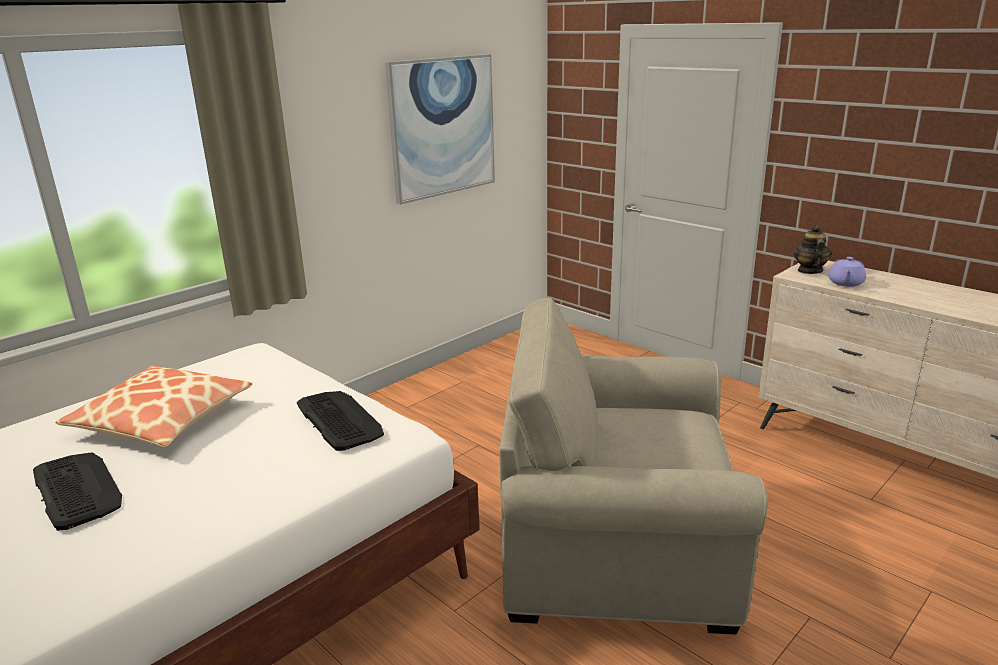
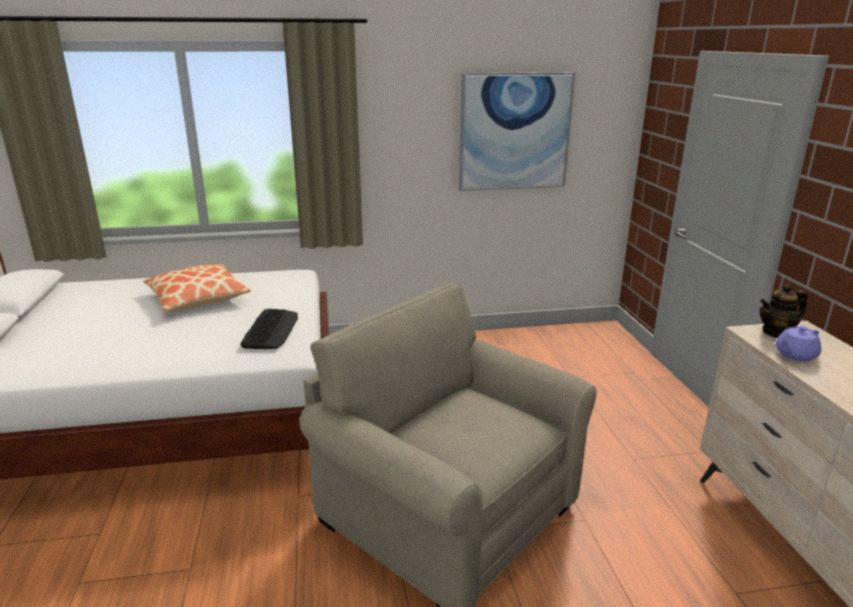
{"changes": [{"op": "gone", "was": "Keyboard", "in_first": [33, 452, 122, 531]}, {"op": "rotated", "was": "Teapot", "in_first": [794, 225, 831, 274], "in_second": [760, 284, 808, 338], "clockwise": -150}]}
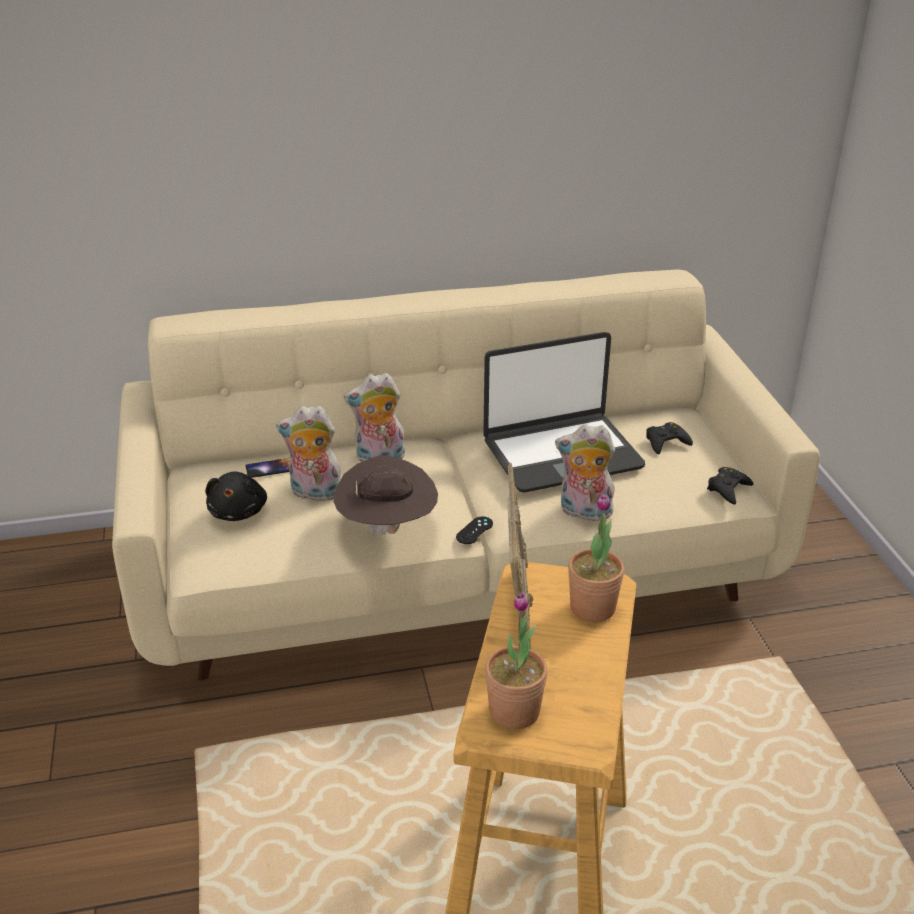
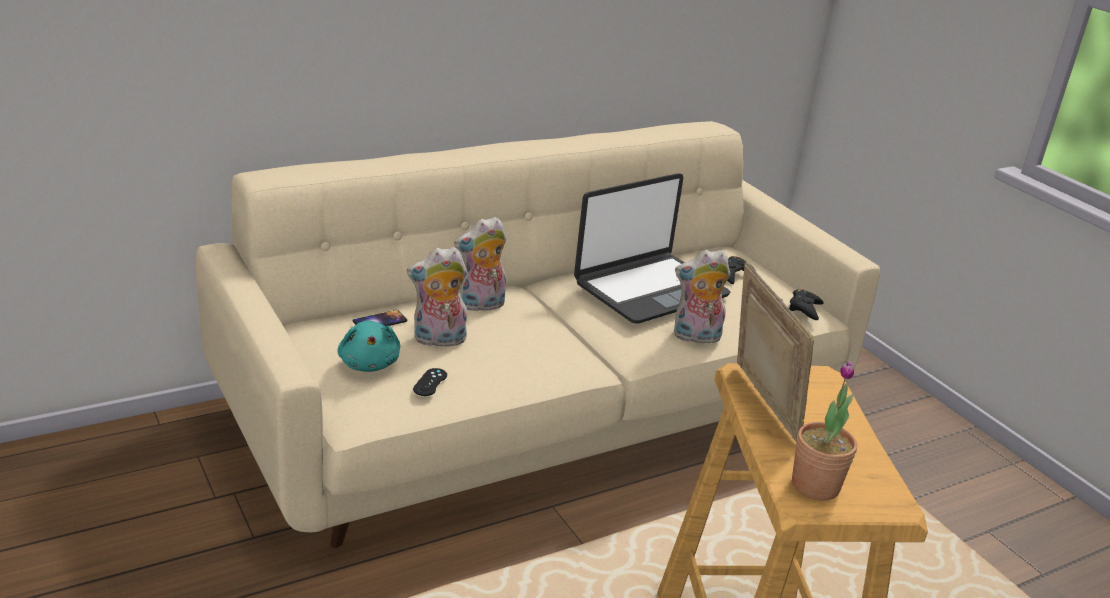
{"changes": [{"op": "gone", "was": "BrownHat", "in_first": [333, 455, 438, 535]}, {"op": "gone", "was": "PottedPlant", "in_first": [568, 494, 624, 622]}, {"op": "shifted", "was": "BlackGameController", "in_first": [456, 517, 493, 544], "in_second": [413, 368, 447, 396]}, {"op": "repainted", "was": "BlackPlushToy", "now": "TurquoisePlushToy", "in_first": [205, 471, 267, 521], "in_second": [337, 321, 400, 372]}]}
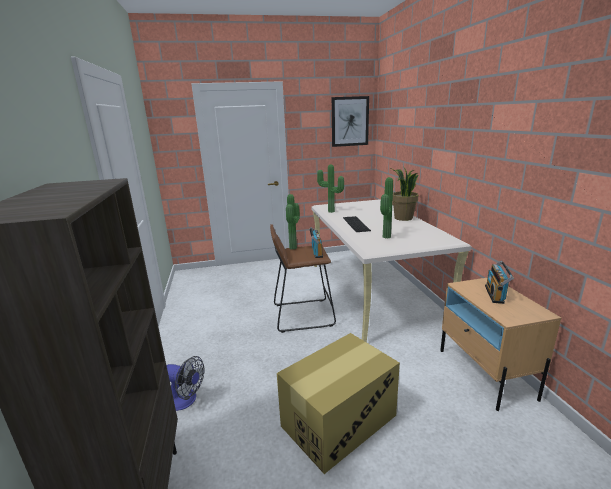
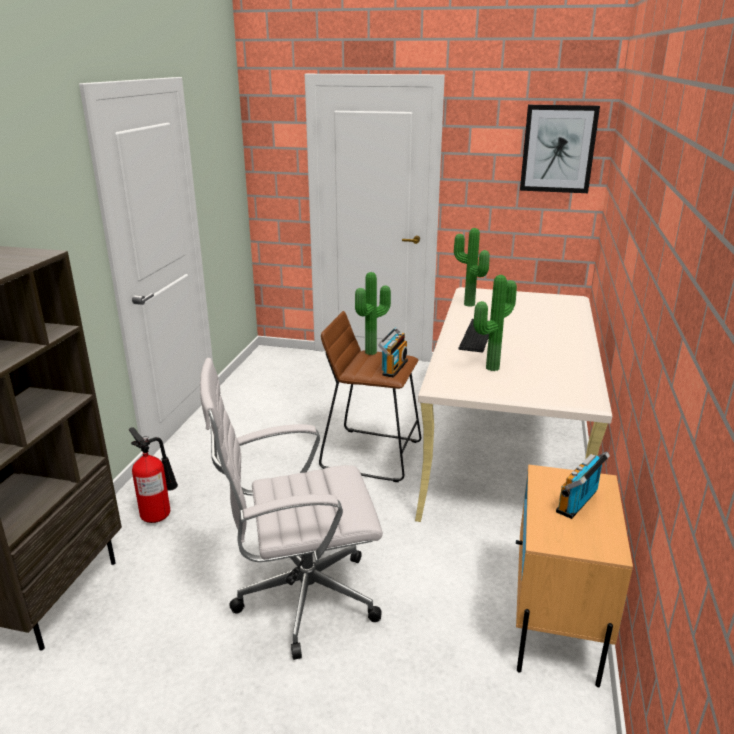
{"changes": [{"op": "gone", "was": "PottedPlant", "in_first": [391, 168, 418, 221]}, {"op": "swapped", "was": "Fan", "now": "FireExtinguisher", "in_first": [166, 356, 205, 411], "in_second": [129, 427, 178, 523]}, {"op": "swapped", "was": "CardboardBox", "now": "WhiteOfficeChair", "in_first": [277, 333, 400, 474], "in_second": [200, 358, 383, 660]}]}
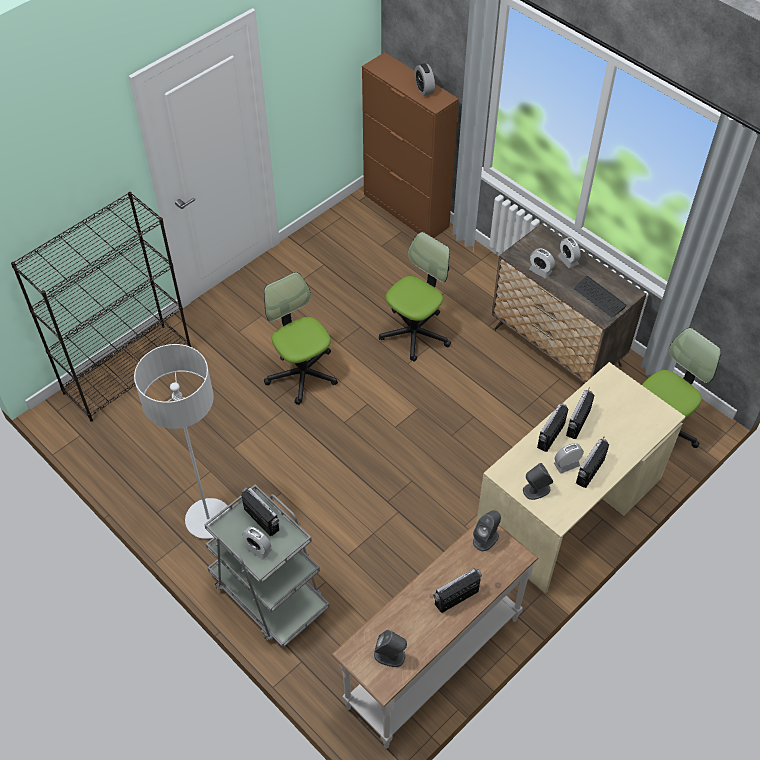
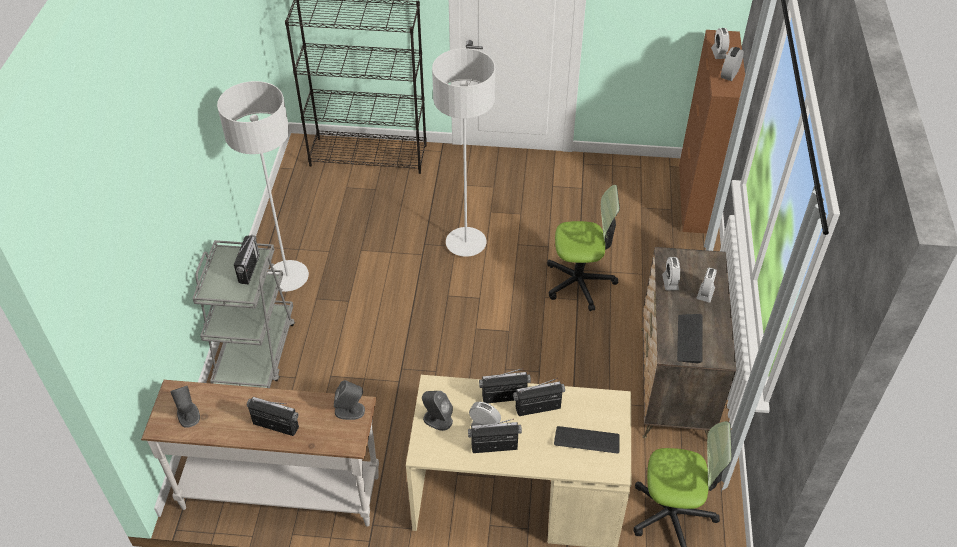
{"changes": [{"op": "new", "now": "Keyboard", "in_second": [554, 426, 620, 454]}, {"op": "shifted", "was": "AlarmClock", "in_first": [242, 526, 272, 560], "in_second": [711, 28, 729, 59]}, {"op": "swapped", "was": "OfficeChair", "now": "GreyFloorLamp", "in_first": [264, 272, 338, 405], "in_second": [432, 48, 495, 257]}]}
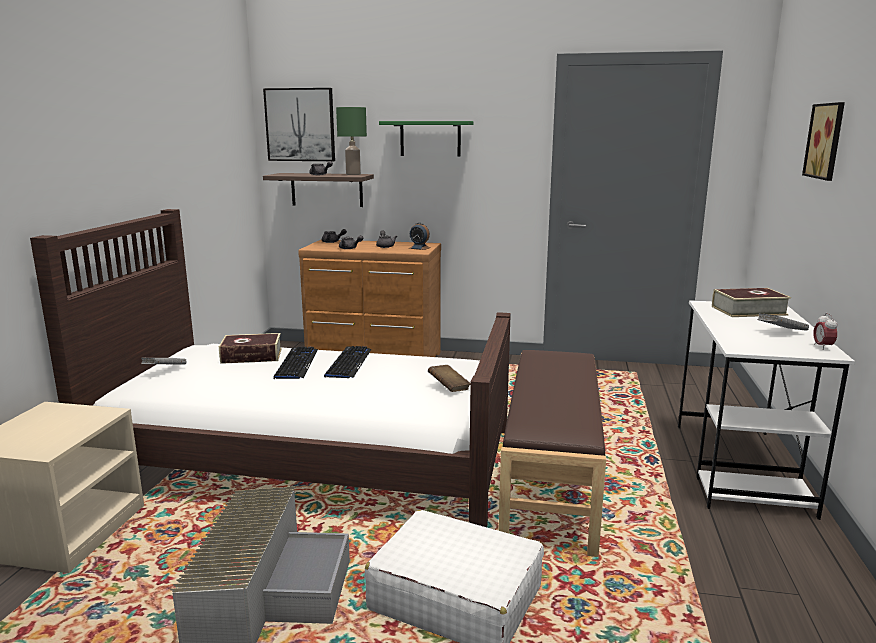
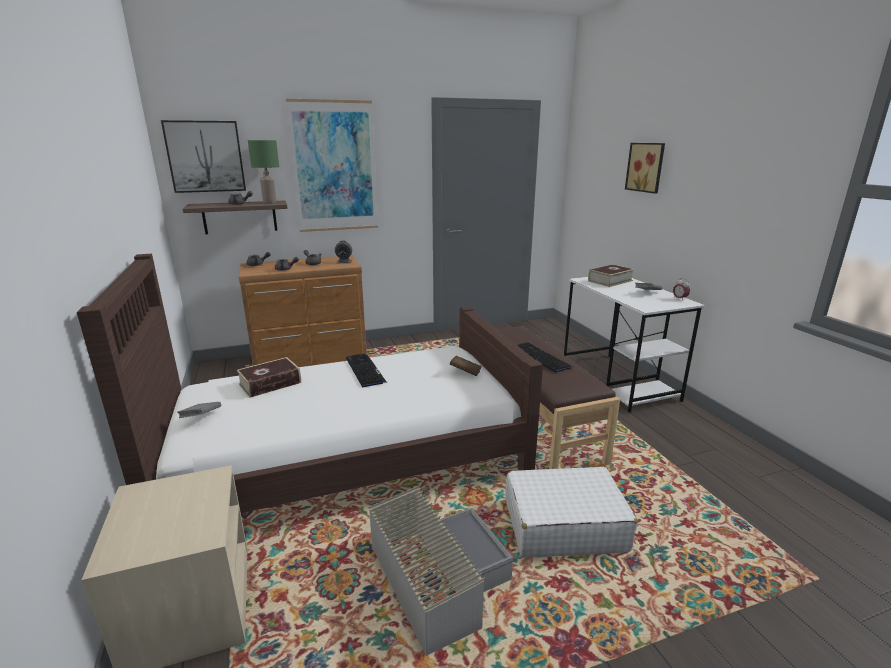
{"changes": [{"op": "shifted", "was": "Keyboard", "in_first": [273, 347, 318, 379], "in_second": [517, 342, 573, 373]}, {"op": "swapped", "was": "GreenShelf", "now": "Picture", "in_first": [379, 121, 474, 157], "in_second": [286, 99, 378, 232]}]}
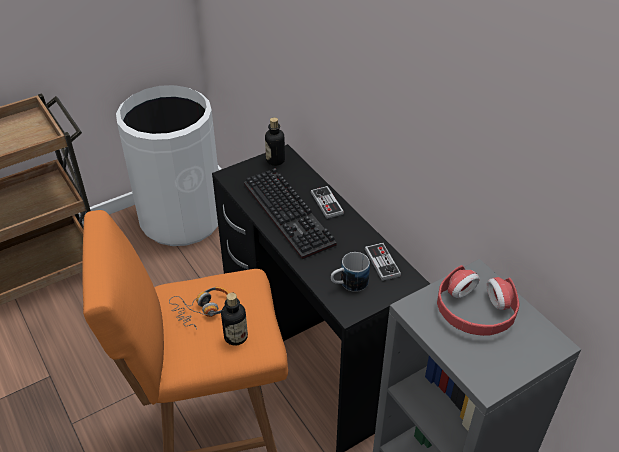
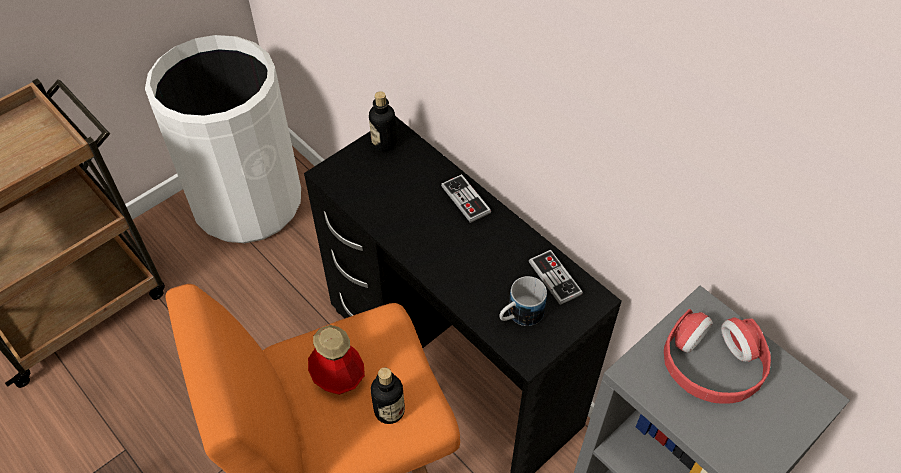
{"changes": [{"op": "gone", "was": "Keyboard", "in_first": [244, 168, 337, 259]}, {"op": "swapped", "was": "Headphones", "now": "Bottle", "in_first": [169, 287, 230, 329], "in_second": [308, 325, 365, 395]}]}
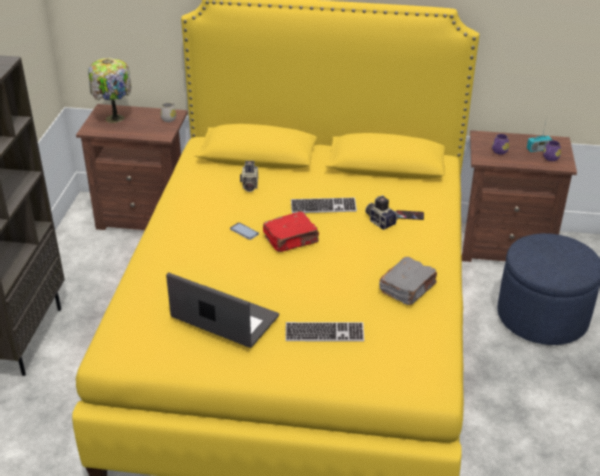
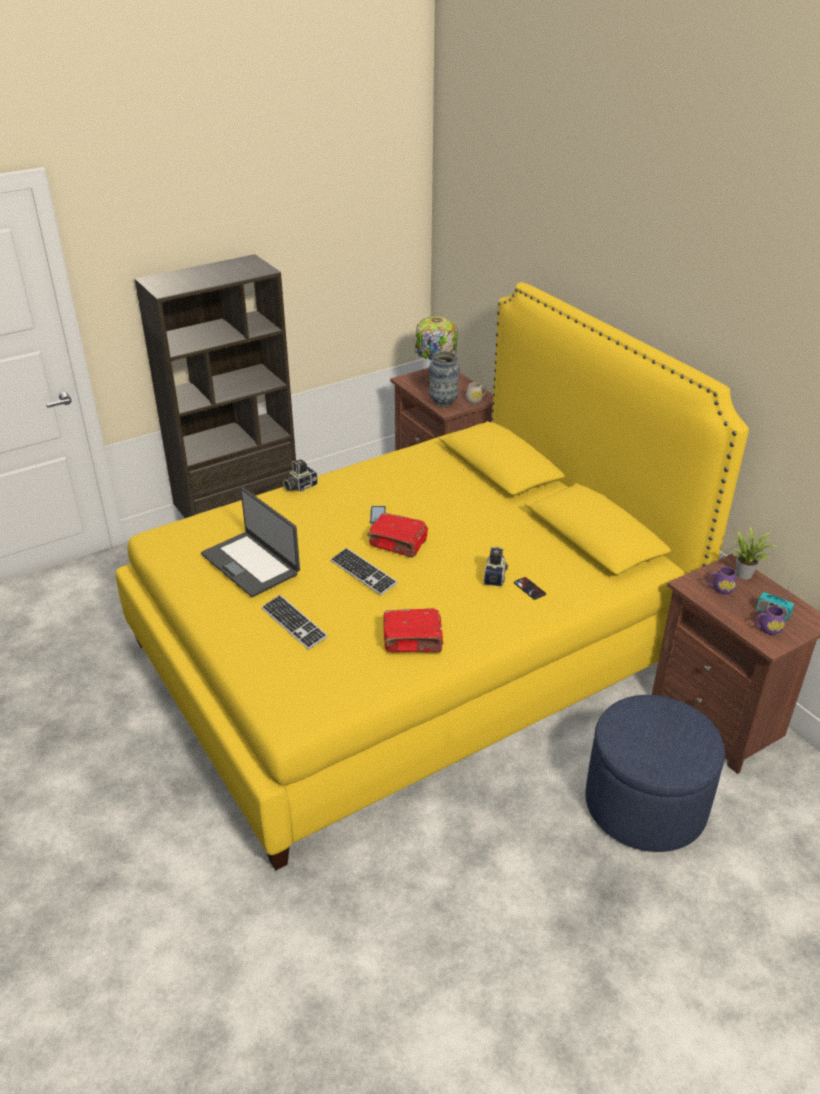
{"changes": [{"op": "new", "now": "Vase", "in_second": [429, 351, 460, 407]}, {"op": "new", "now": "PottedPlant", "in_second": [732, 527, 778, 579]}, {"op": "shifted", "was": "PhotoCamera", "in_first": [240, 161, 258, 192], "in_second": [283, 459, 318, 492]}, {"op": "shifted", "was": "Keyboard", "in_first": [291, 197, 357, 213], "in_second": [330, 548, 398, 595]}, {"op": "repainted", "was": "GreyBook", "now": "RedBook", "in_first": [379, 257, 437, 305], "in_second": [383, 608, 443, 653]}, {"op": "rotated", "was": "Laptop", "in_first": [166, 273, 279, 348], "in_second": [201, 487, 300, 597], "clockwise": 150}]}
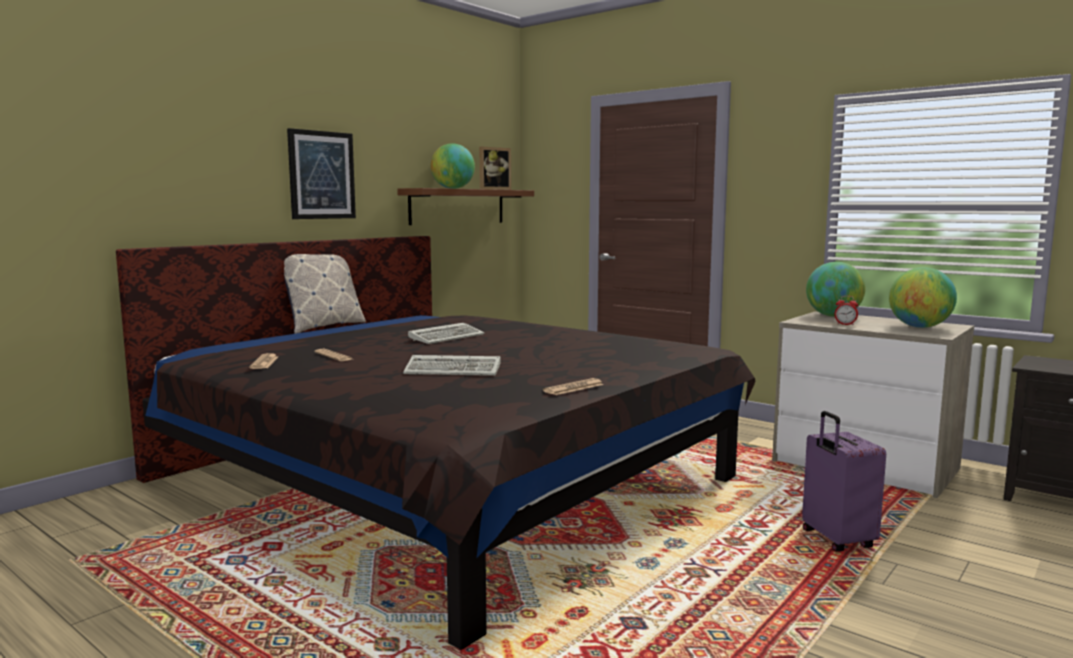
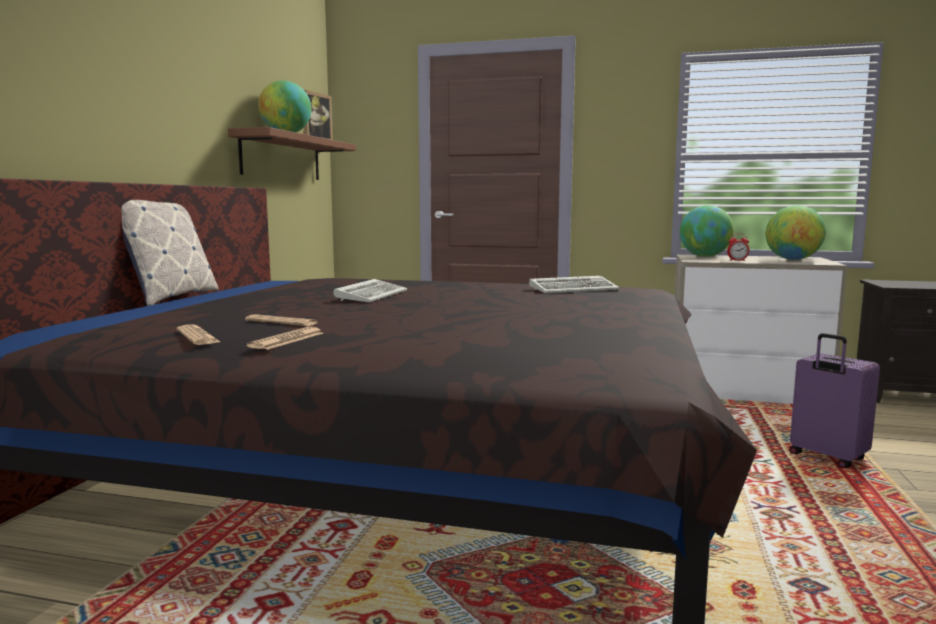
{"changes": [{"op": "gone", "was": "Picture", "in_first": [287, 128, 356, 219]}, {"op": "shifted", "was": "Keyboard", "in_first": [403, 355, 501, 376], "in_second": [529, 276, 619, 293]}, {"op": "shifted", "was": "Newspaper", "in_first": [543, 378, 604, 395], "in_second": [247, 327, 323, 350]}]}
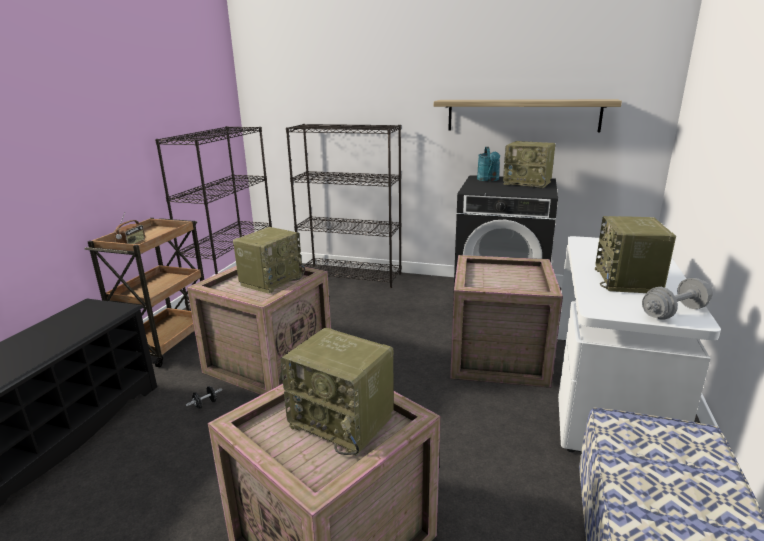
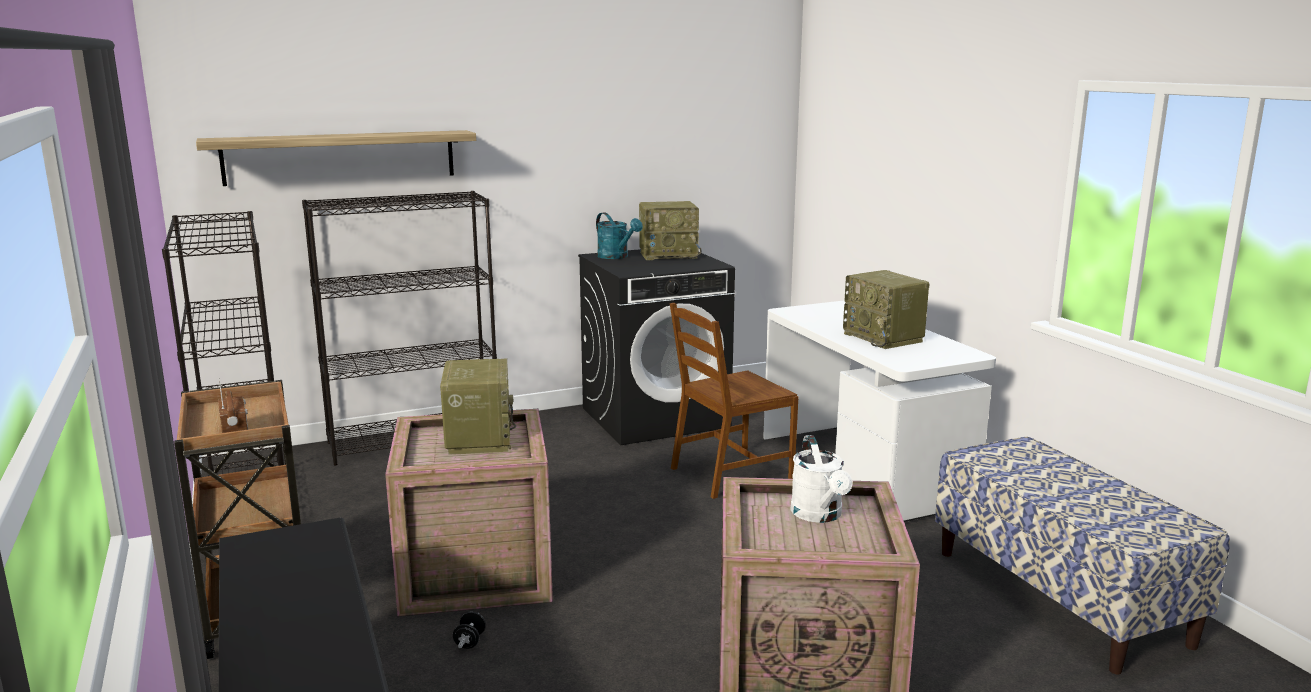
{"changes": [{"op": "gone", "was": "GreyDumbbell", "in_first": [642, 278, 713, 320]}, {"op": "shifted", "was": "Shelf", "in_first": [434, 99, 622, 132], "in_second": [196, 130, 476, 186]}, {"op": "swapped", "was": "Radio", "now": "WhiteWateringCan", "in_first": [280, 328, 394, 456], "in_second": [790, 435, 853, 523]}, {"op": "swapped", "was": "Crate", "now": "BrownChair", "in_first": [450, 255, 563, 388], "in_second": [670, 303, 798, 499]}]}
